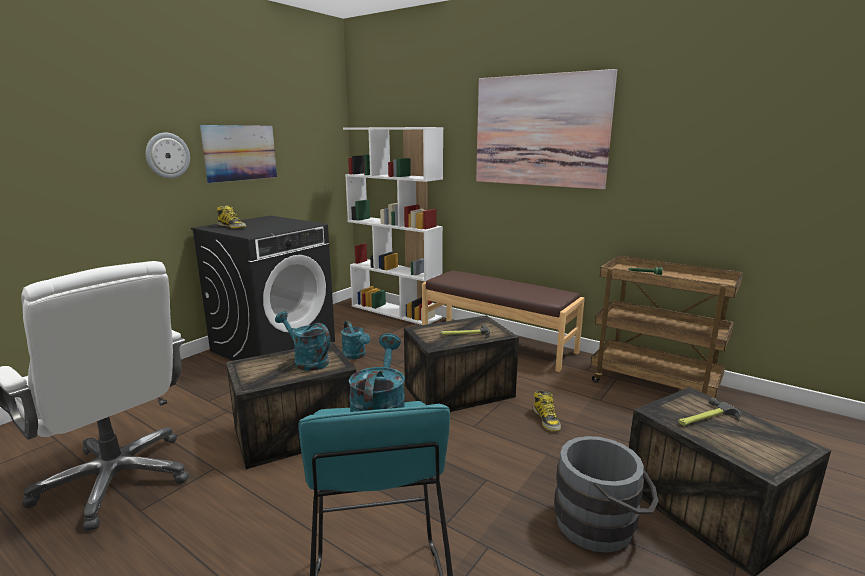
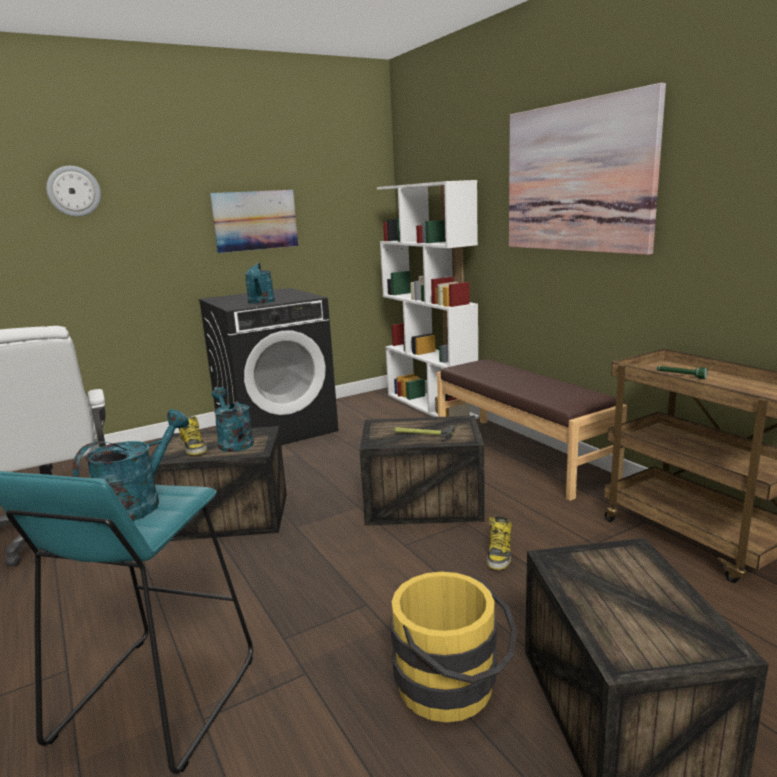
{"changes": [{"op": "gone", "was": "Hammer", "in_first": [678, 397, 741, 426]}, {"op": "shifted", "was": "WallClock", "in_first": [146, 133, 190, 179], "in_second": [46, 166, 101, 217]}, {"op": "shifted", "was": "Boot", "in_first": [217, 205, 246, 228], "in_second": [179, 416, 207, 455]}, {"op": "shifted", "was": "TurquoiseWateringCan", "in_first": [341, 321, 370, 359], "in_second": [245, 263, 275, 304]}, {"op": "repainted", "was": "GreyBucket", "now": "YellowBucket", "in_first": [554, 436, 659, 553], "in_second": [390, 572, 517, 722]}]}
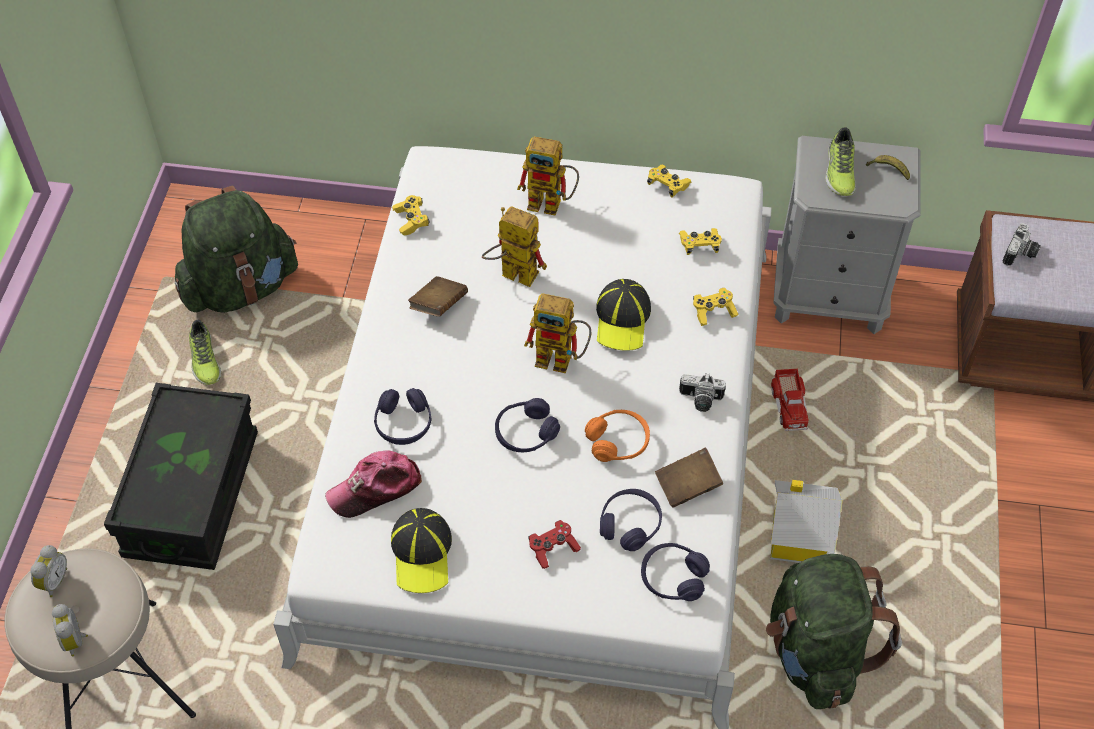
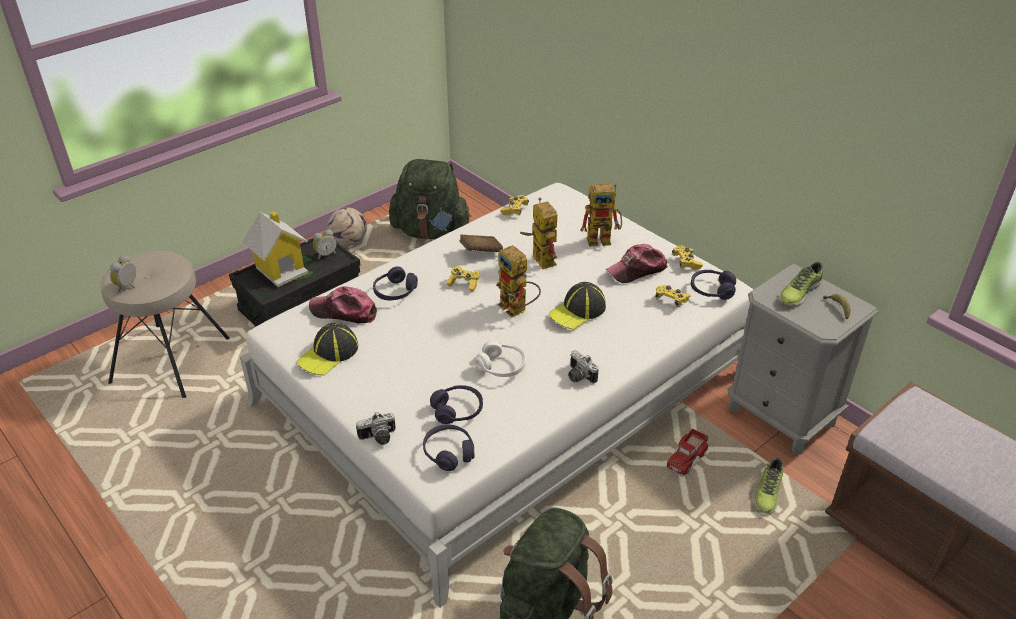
{"changes": [{"op": "gone", "was": "RedGameController", "in_first": [528, 520, 581, 569]}, {"op": "gone", "was": "BrownBook", "in_first": [655, 447, 723, 508]}, {"op": "new", "now": "Football", "in_second": [327, 207, 367, 246]}, {"op": "new", "now": "Cap", "in_second": [606, 244, 668, 283]}, {"op": "shifted", "was": "AlarmClock", "in_first": [30, 545, 67, 597], "in_second": [313, 229, 337, 259]}, {"op": "shifted", "was": "Shoe", "in_first": [189, 320, 221, 385], "in_second": [753, 458, 783, 514]}, {"op": "shifted", "was": "PurpleHeadphones", "in_first": [495, 398, 560, 452], "in_second": [691, 270, 736, 300]}, {"op": "shifted", "was": "YellowGameController", "in_first": [693, 288, 738, 326], "in_second": [446, 266, 480, 292]}, {"op": "shifted", "was": "ToyHouse", "in_first": [770, 480, 843, 563], "in_second": [242, 211, 308, 287]}, {"op": "shifted", "was": "PhotoCamera", "in_first": [1003, 223, 1041, 266], "in_second": [356, 412, 396, 445]}, {"op": "repainted", "was": "OrangeHeadphones", "now": "WhiteHeadphones", "in_first": [585, 410, 650, 462], "in_second": [475, 340, 526, 377]}, {"op": "rotated", "was": "ToyRobot", "in_first": [517, 137, 579, 216], "in_second": [581, 184, 622, 246], "clockwise": -60}]}
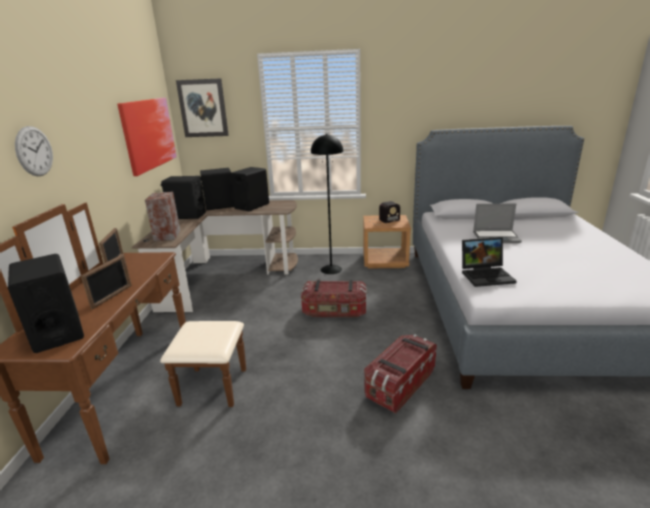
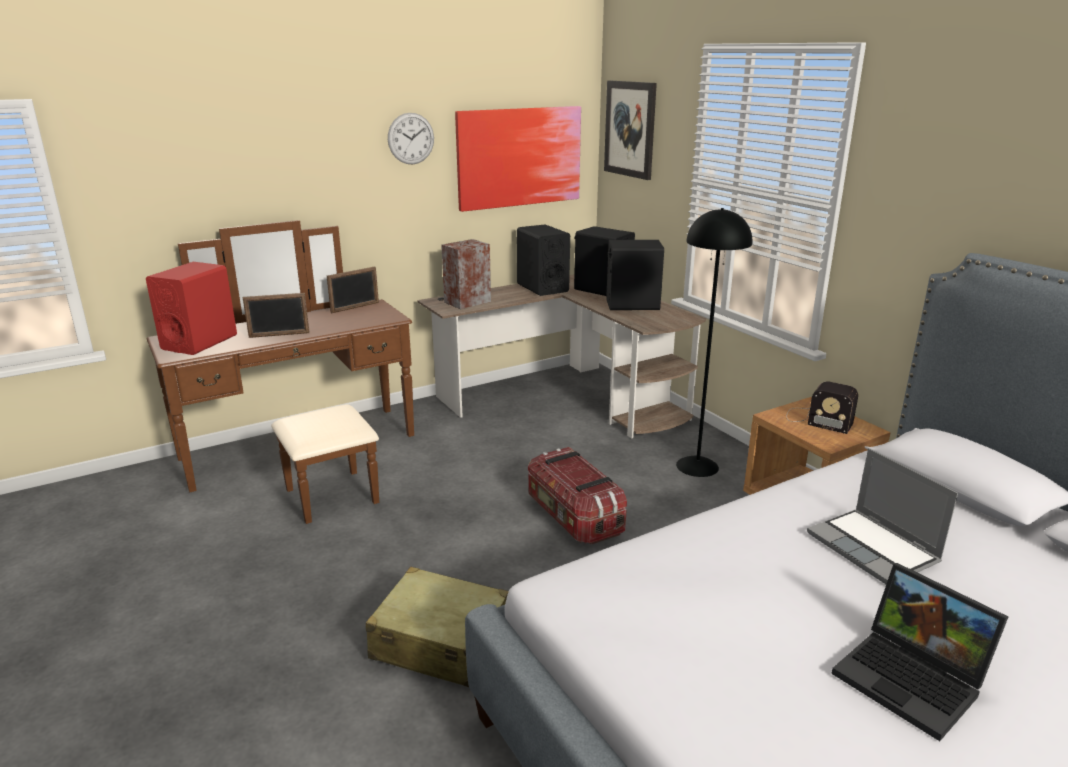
{"changes": [{"op": "shifted", "was": "WallClock", "in_first": [15, 126, 53, 176], "in_second": [388, 113, 434, 164]}, {"op": "shifted", "was": "Laptop", "in_first": [462, 237, 516, 287], "in_second": [831, 563, 1008, 741]}, {"op": "swapped", "was": "StorageBox", "now": "BeigeSuitcase", "in_first": [364, 334, 437, 413], "in_second": [366, 567, 509, 687]}, {"op": "repainted", "was": "BlackSpeaker", "now": "RedSpeaker", "in_first": [8, 254, 84, 353], "in_second": [146, 262, 237, 355]}]}
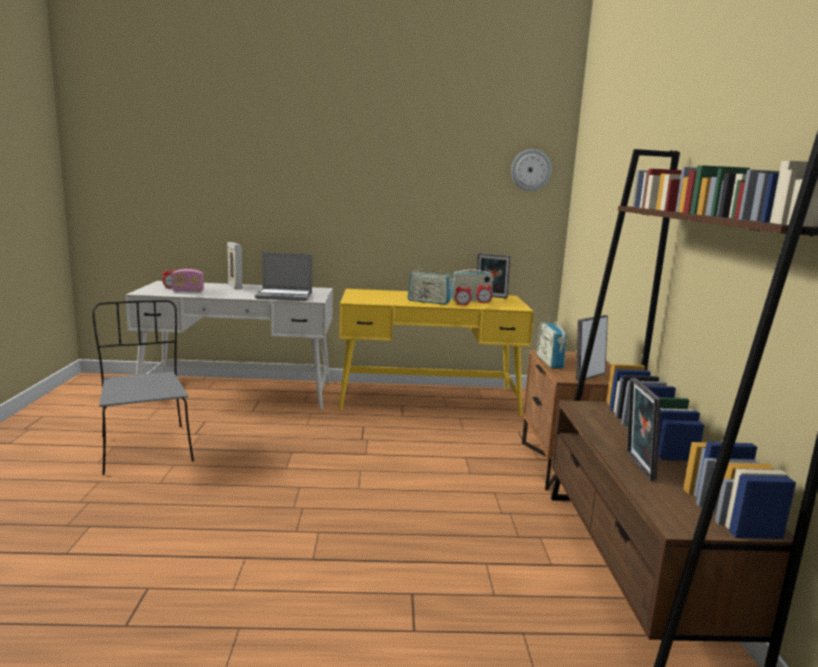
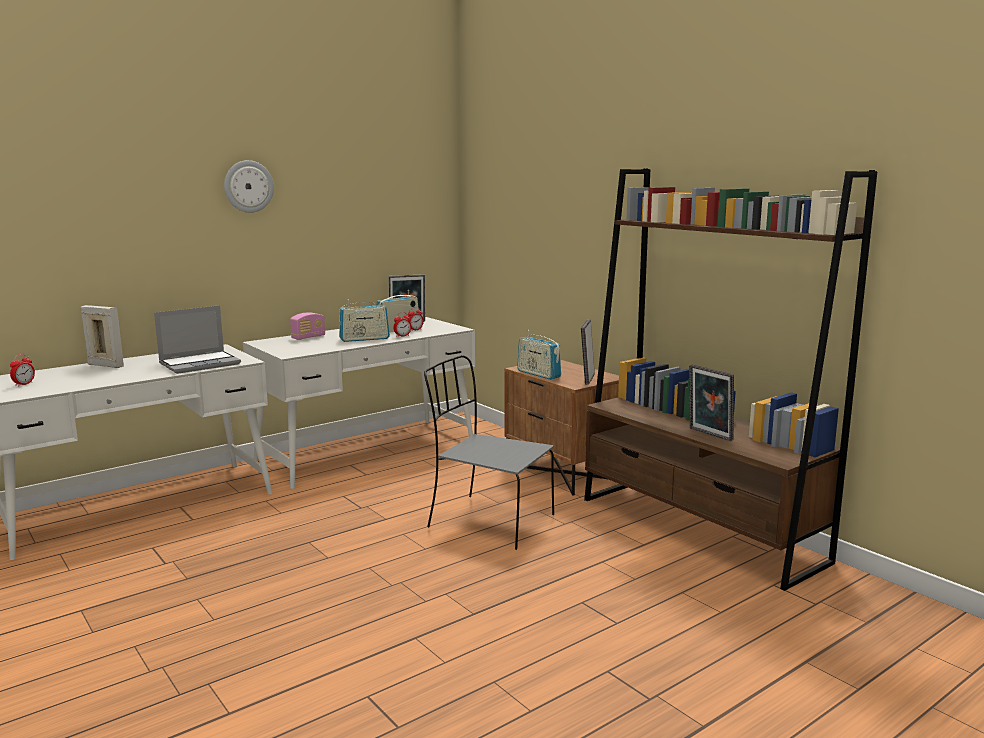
{"changes": [{"op": "shifted", "was": "GreyChair", "in_first": [92, 300, 194, 475], "in_second": [424, 355, 554, 550]}, {"op": "shifted", "was": "Radio", "in_first": [172, 269, 204, 292], "in_second": [290, 312, 325, 340]}, {"op": "shifted", "was": "WallClock", "in_first": [511, 149, 552, 191], "in_second": [224, 160, 274, 213]}, {"op": "repainted", "was": "YellowDesk", "now": "WhiteDesk", "in_first": [339, 289, 534, 416], "in_second": [243, 317, 475, 489]}]}
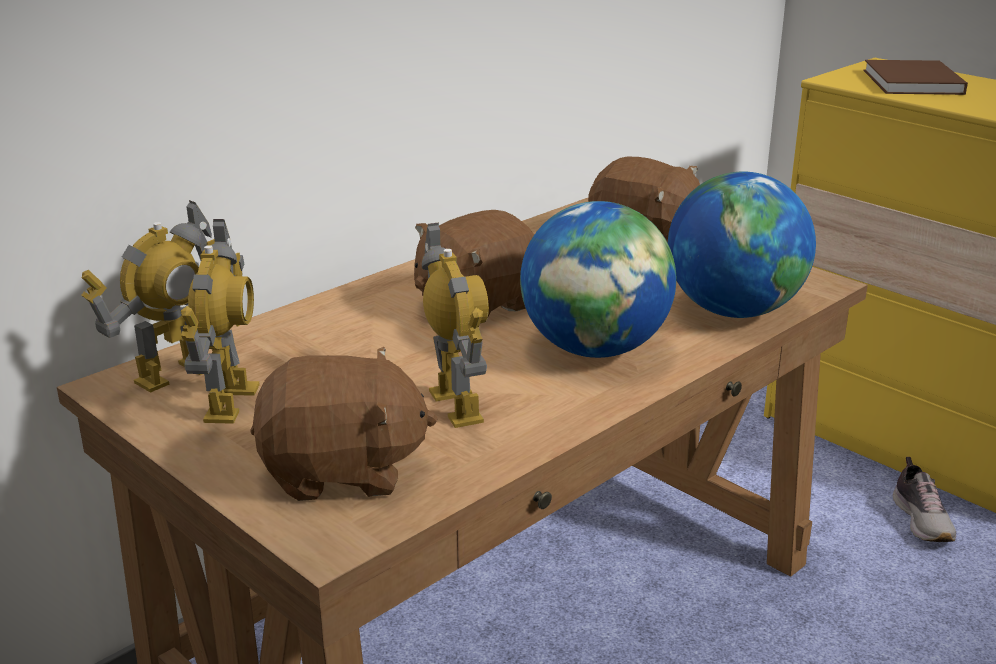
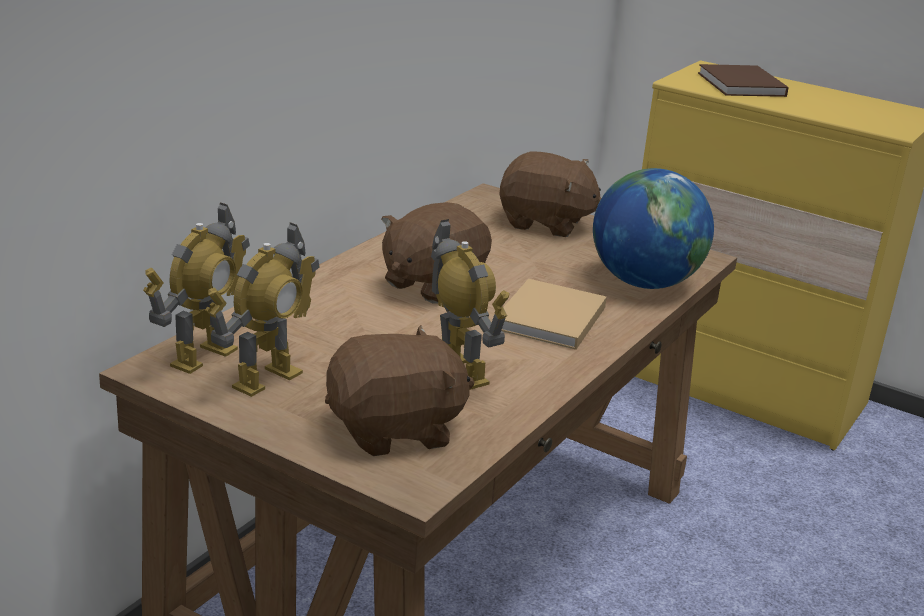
{"changes": [{"op": "gone", "was": "Shoe", "in_first": [893, 457, 956, 542]}, {"op": "swapped", "was": "Globe", "now": "BeigeBook", "in_first": [520, 201, 676, 358], "in_second": [501, 279, 607, 350]}, {"op": "rotated", "was": "ToyRobot", "in_first": [181, 219, 260, 424], "in_second": [205, 222, 320, 397], "clockwise": 45}]}
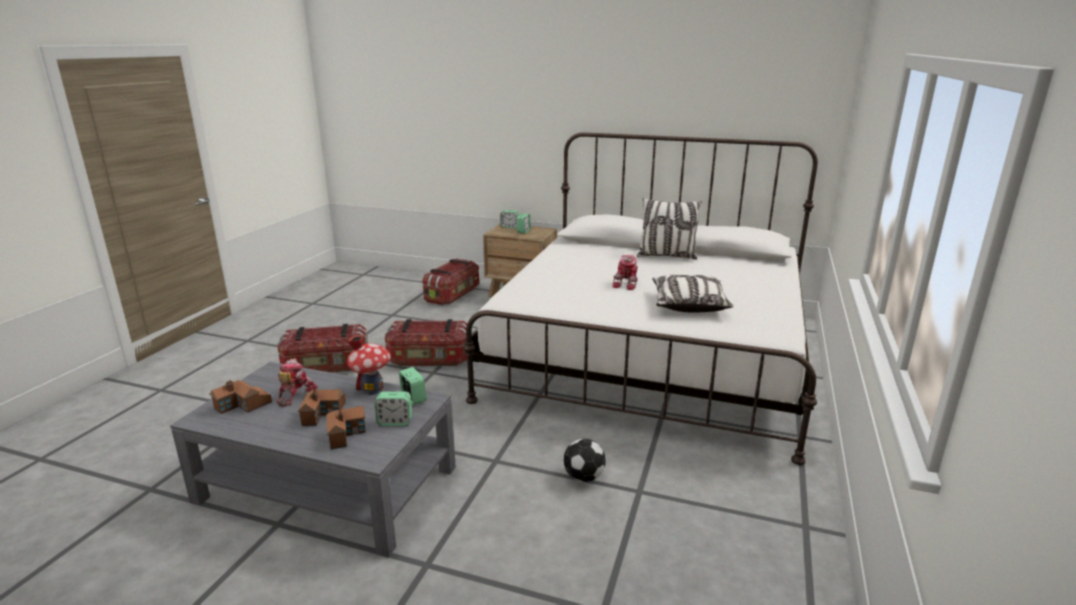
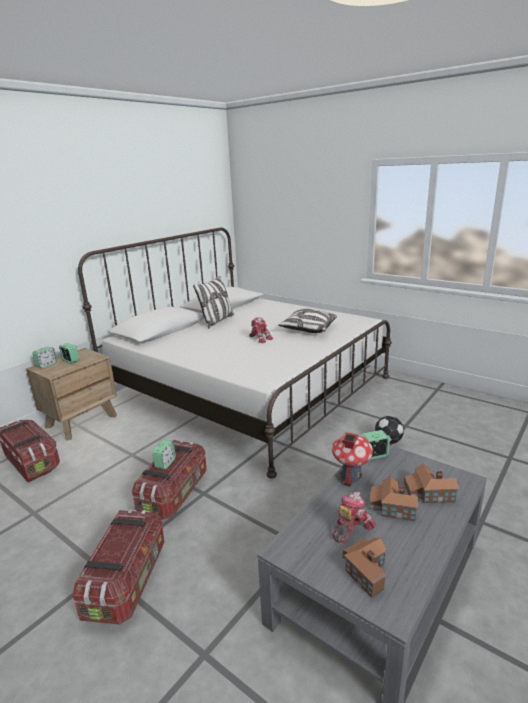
{"changes": [{"op": "shifted", "was": "AlarmClock", "in_first": [374, 391, 412, 426], "in_second": [152, 440, 176, 469]}, {"op": "rotated", "was": "ToyRobot", "in_first": [277, 358, 318, 407], "in_second": [332, 491, 376, 543], "clockwise": 105}]}
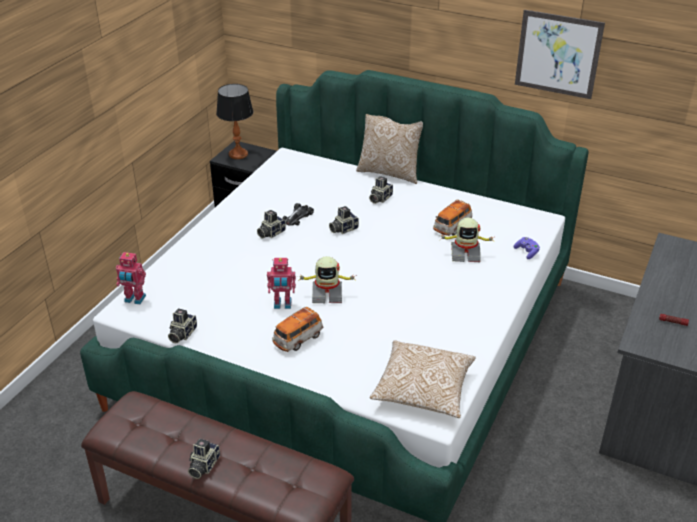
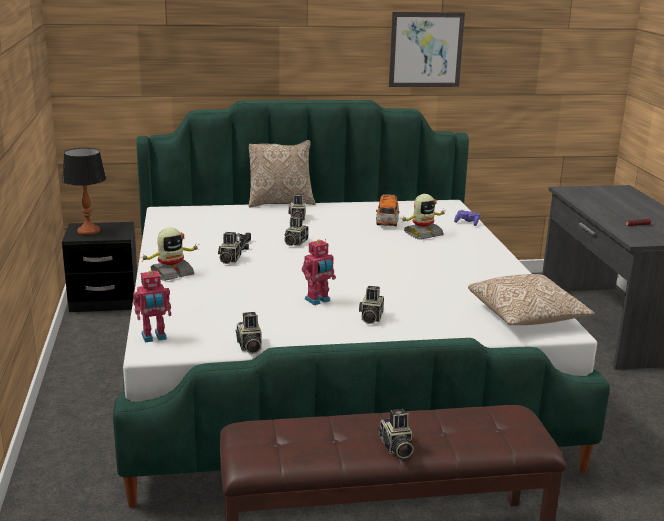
{"changes": [{"op": "shifted", "was": "ToyRobot", "in_first": [297, 256, 354, 303], "in_second": [142, 227, 199, 281]}, {"op": "swapped", "was": "ToyCar", "now": "PhotoCamera", "in_first": [272, 307, 323, 352], "in_second": [359, 286, 384, 324]}]}
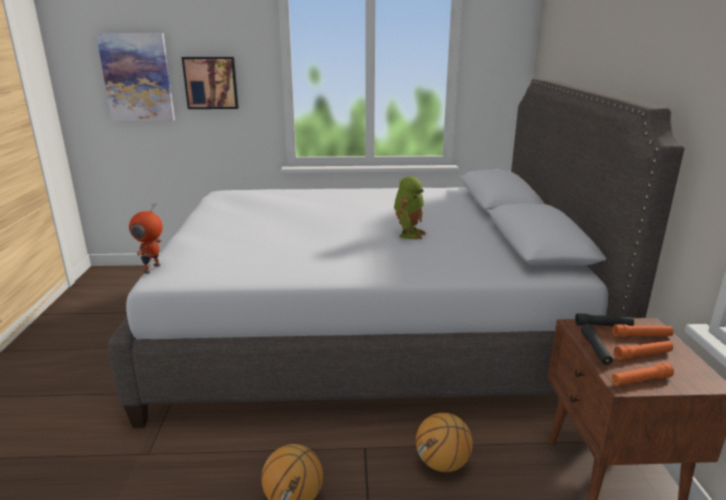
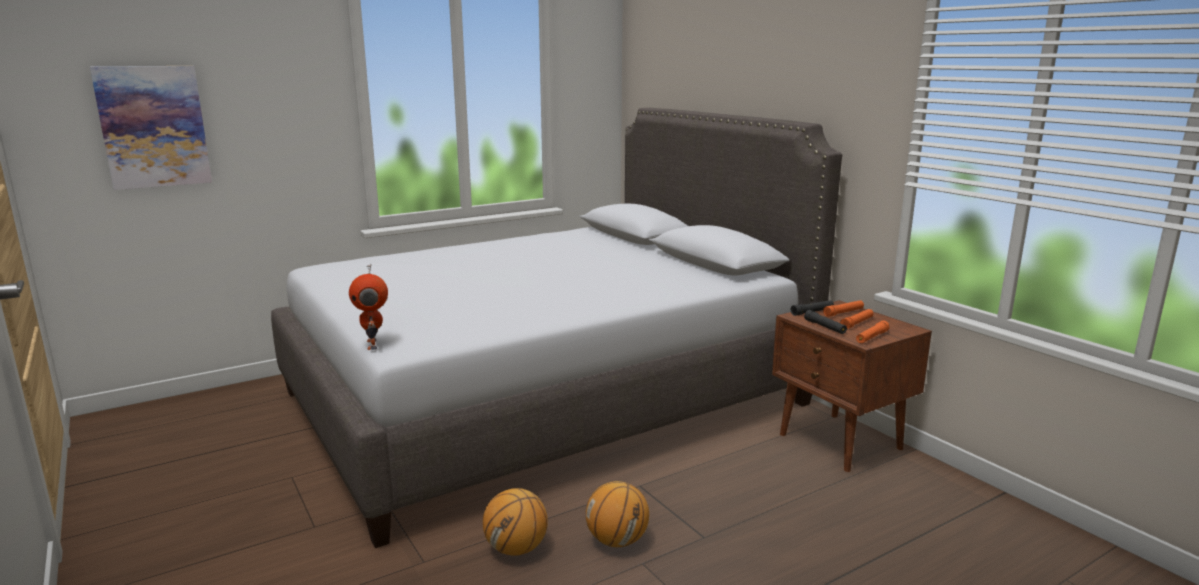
{"changes": [{"op": "gone", "was": "Picture", "in_first": [182, 57, 239, 109]}, {"op": "gone", "was": "ToyRobot", "in_first": [394, 176, 426, 239]}, {"op": "shifted", "was": "Basketball", "in_first": [416, 413, 473, 472], "in_second": [483, 488, 548, 556]}]}
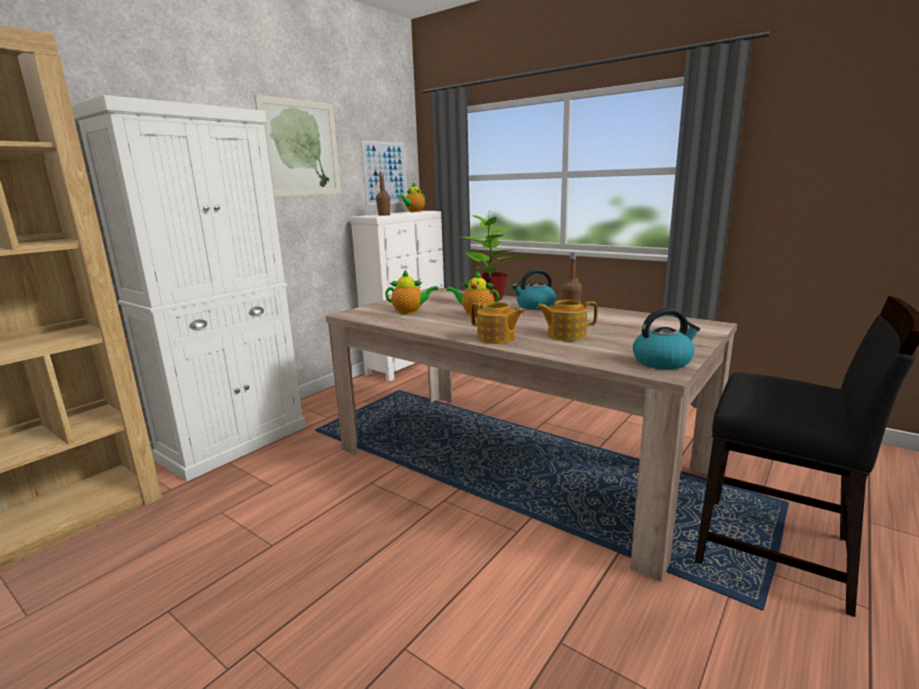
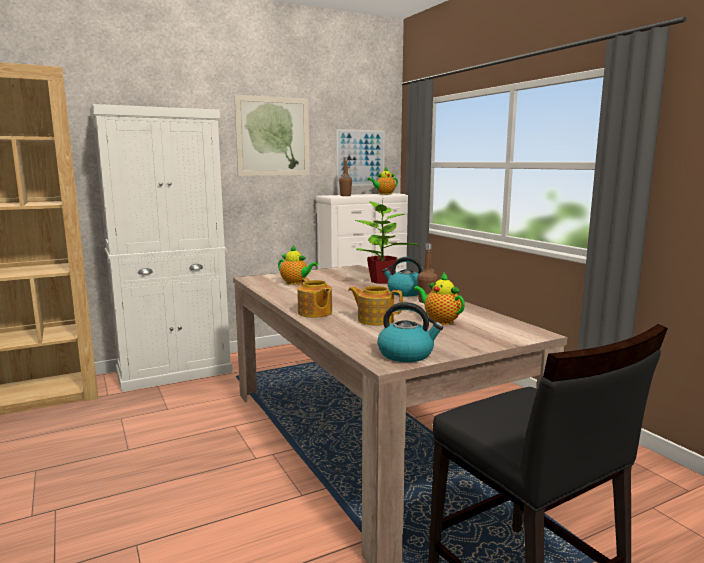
{"changes": [{"op": "shifted", "was": "Teapot", "in_first": [447, 271, 499, 317], "in_second": [413, 272, 465, 325]}]}
